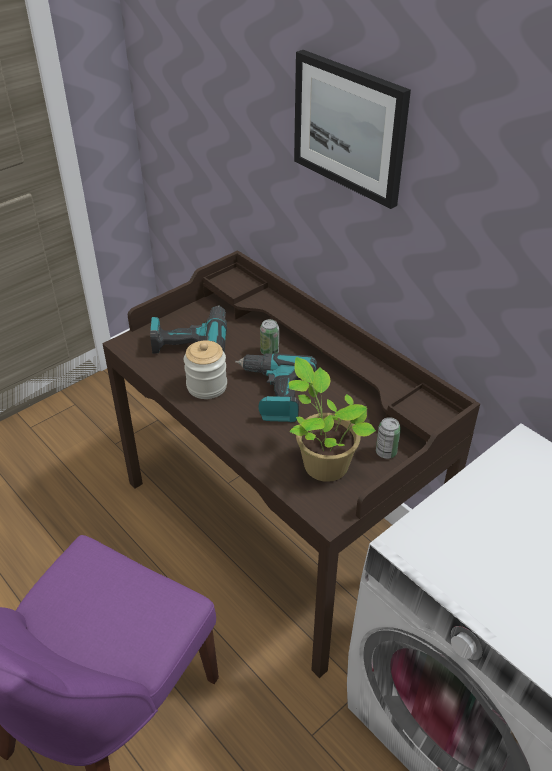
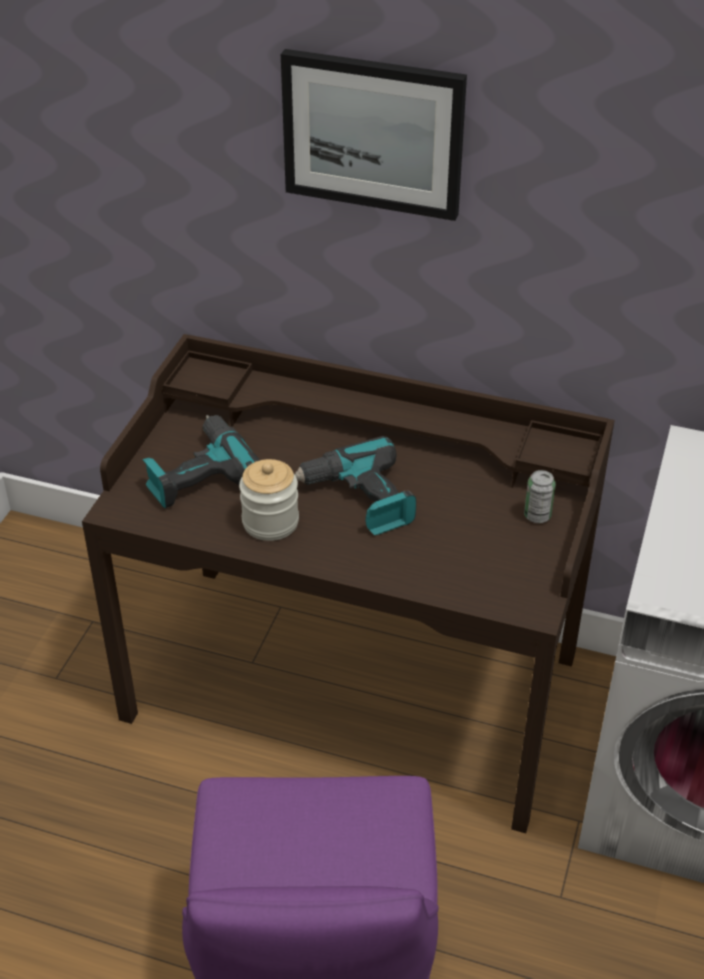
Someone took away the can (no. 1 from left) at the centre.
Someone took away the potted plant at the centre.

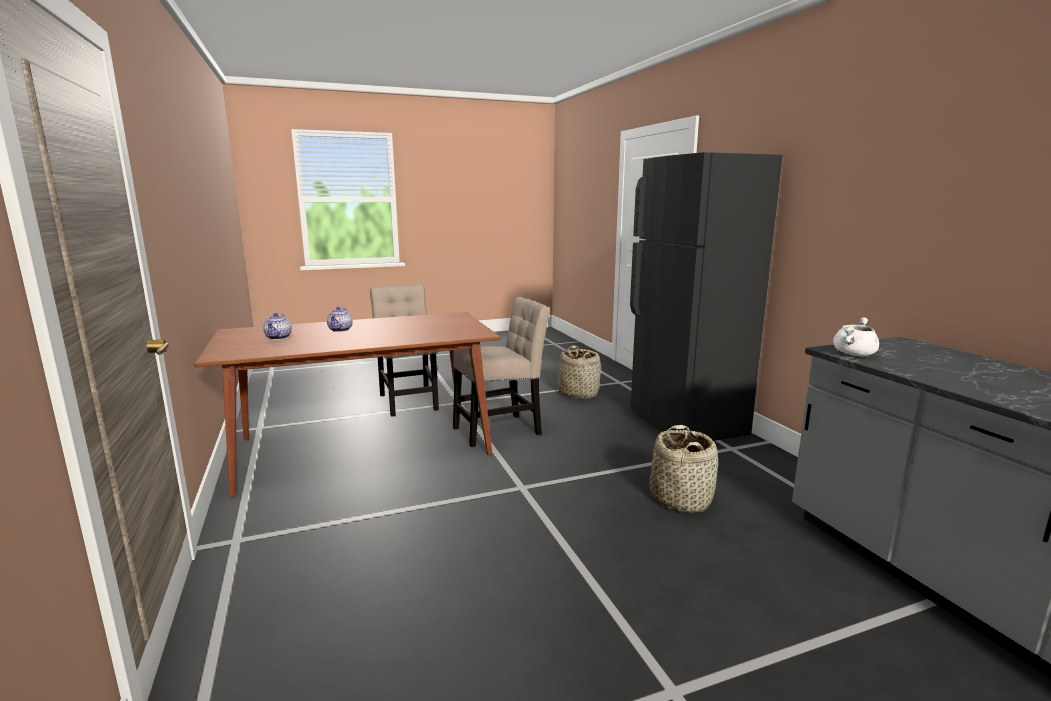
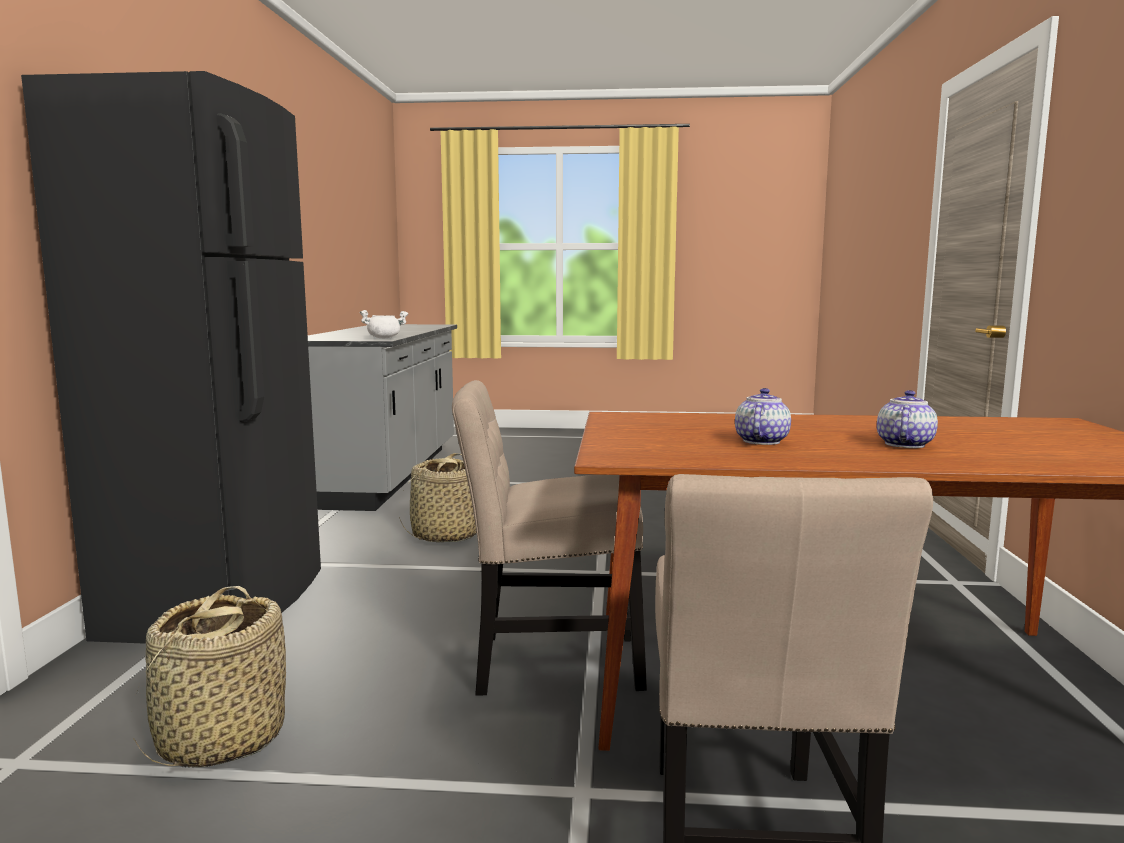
Someone carried the teapot (no. 1 from left) from the middle left to the middle right.

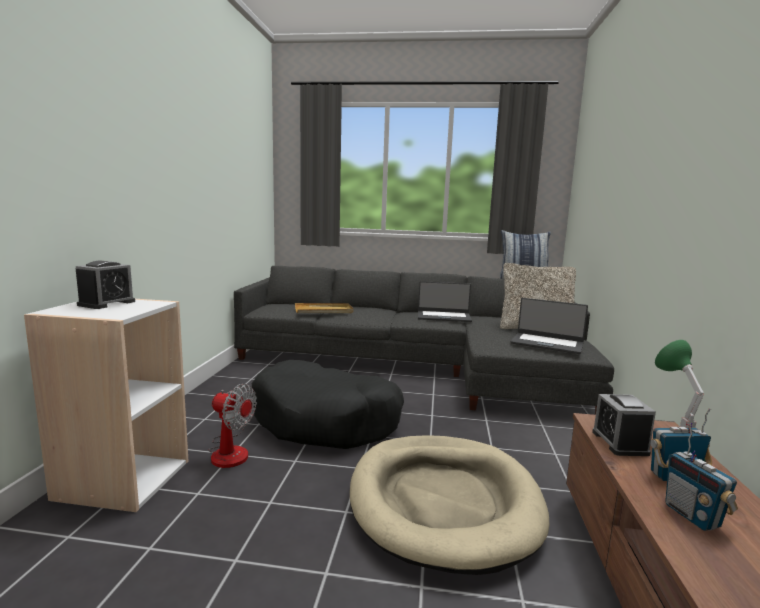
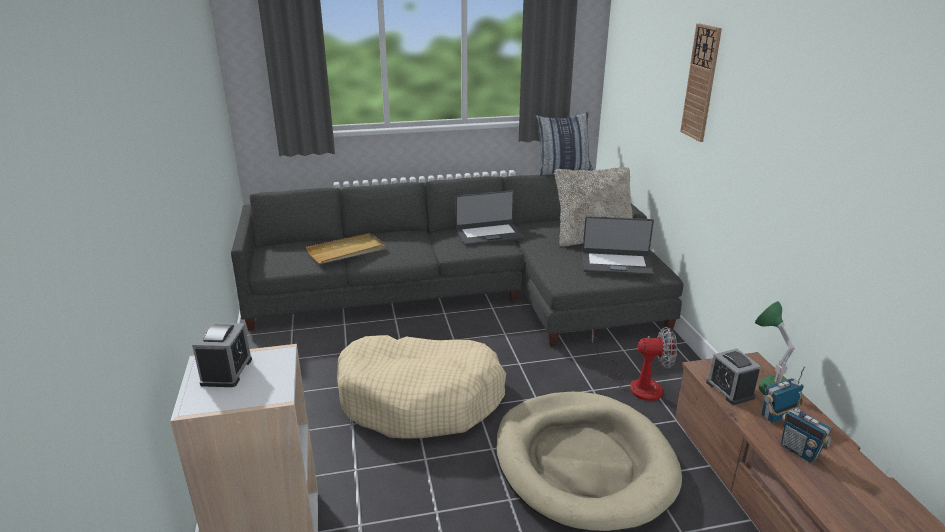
Someone repainted the dog bed (black) at the centre, which became the dog bed (beige) (no. 1 from left) at the bottom centre.
Someone carried the fan from the bottom left to the bottom right.
Someone put up the wall clock at the top right.

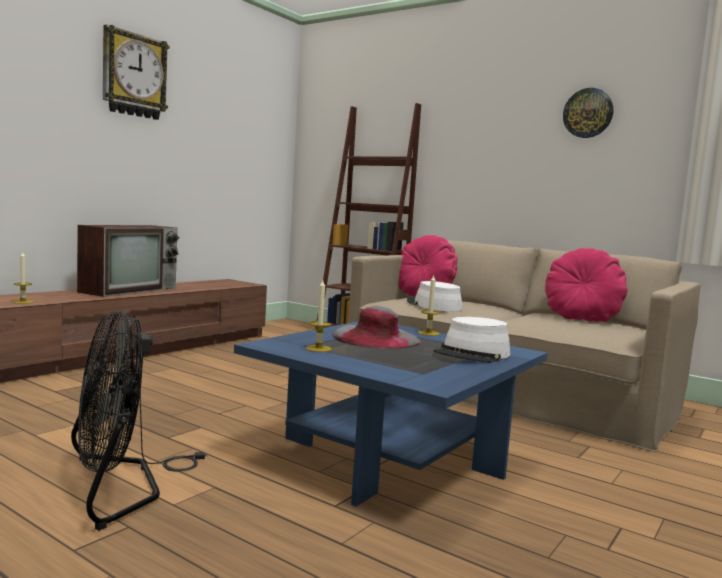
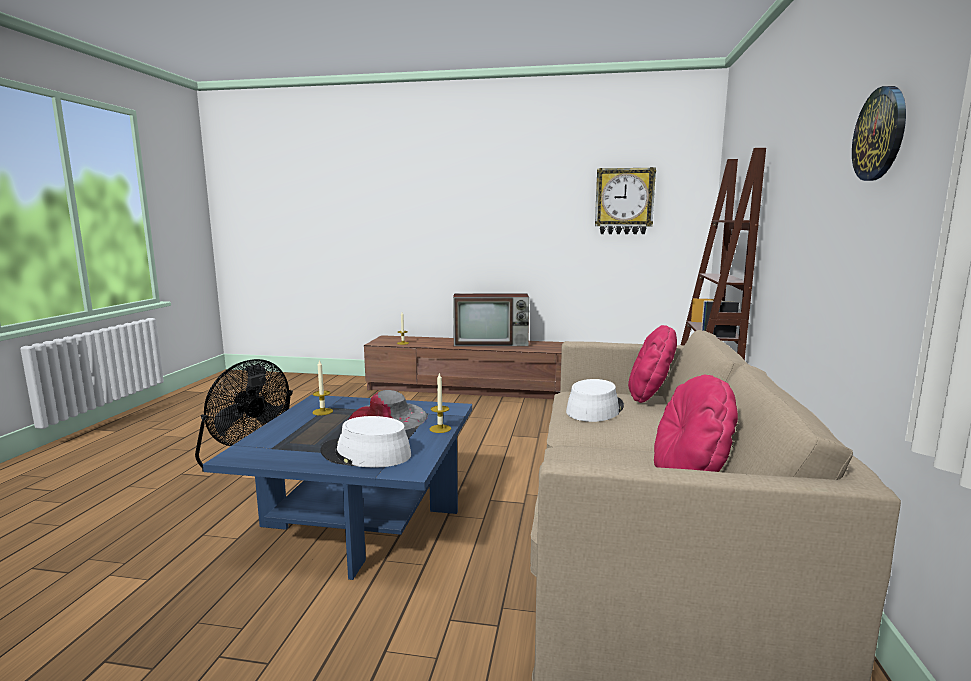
Someone carried the wall clock (no. 1 from left) from the top left to the top centre.

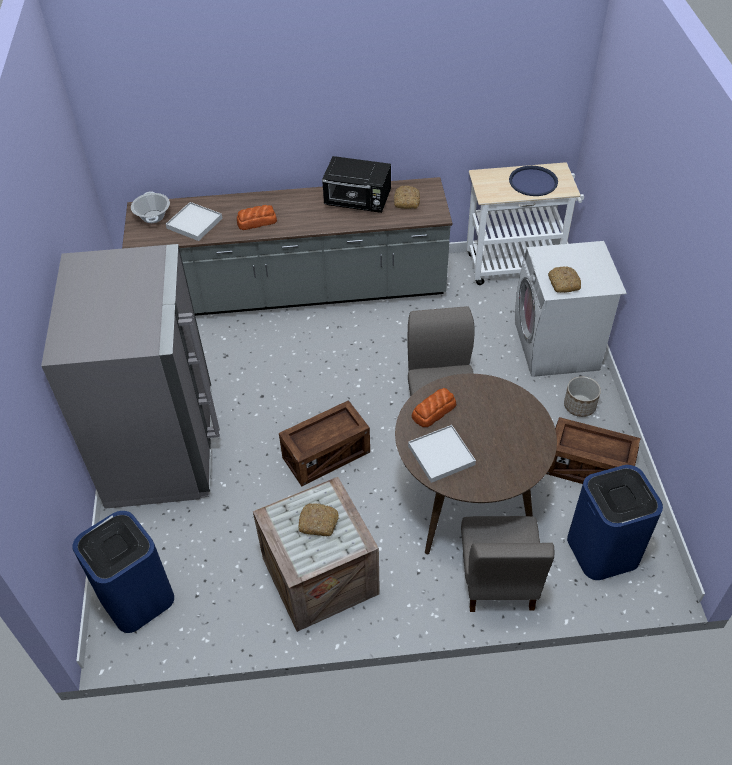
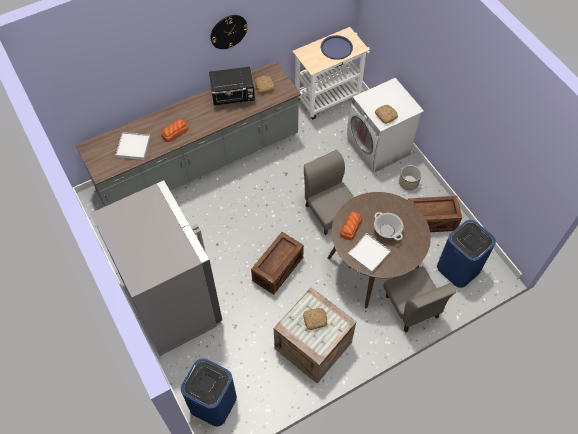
Someone carried the cooking pot from the top left to the middle right.
Someone put up the wall clock at the top centre.

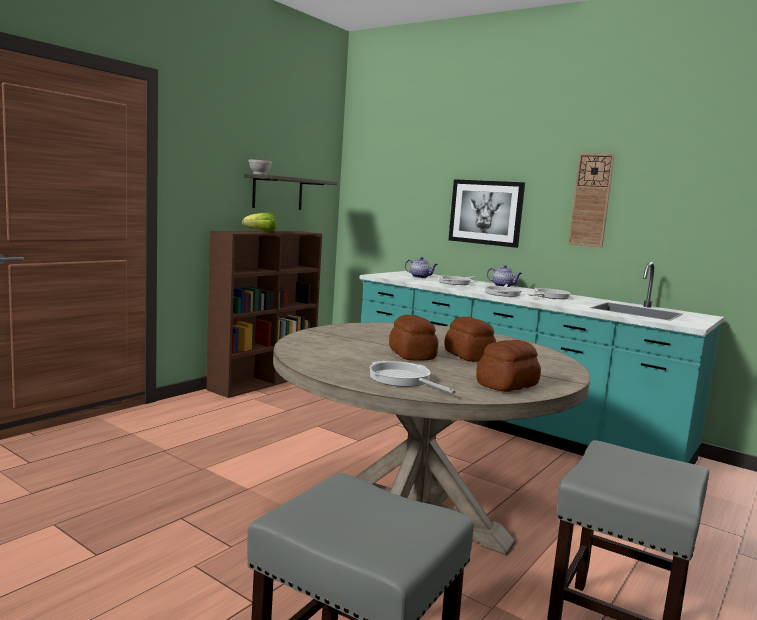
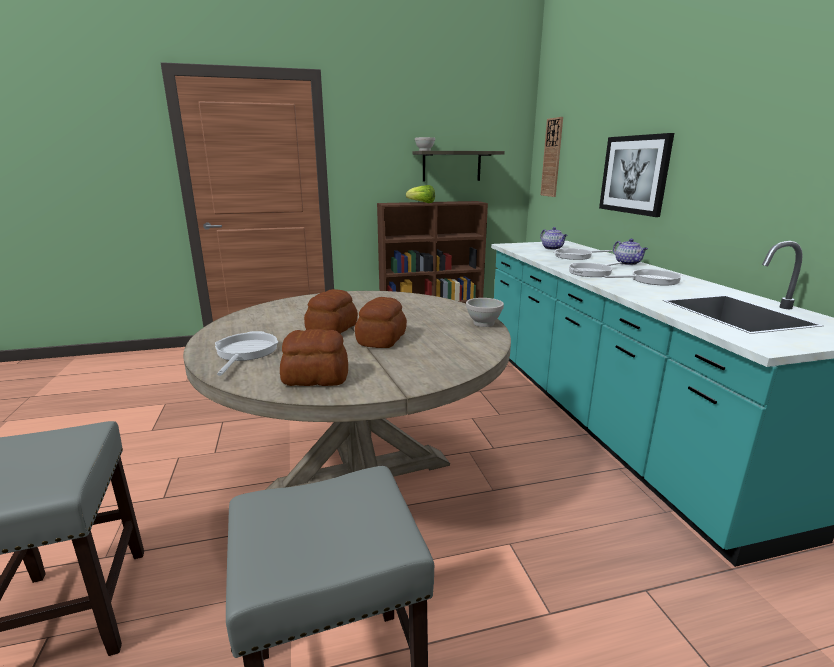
Someone carried the wall clock from the top right to the top centre.
Someone put down the bowl (white) (no. 2 from left) at the centre.

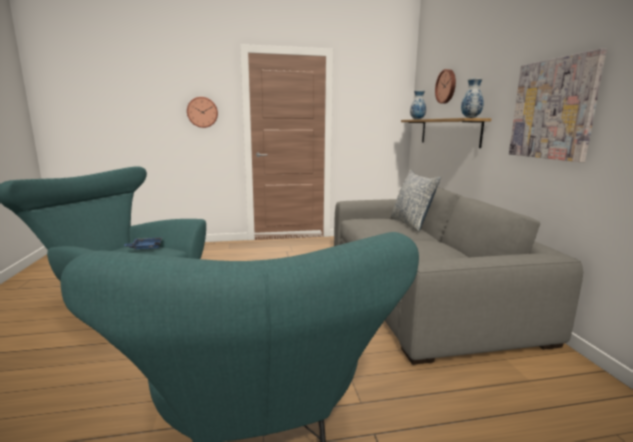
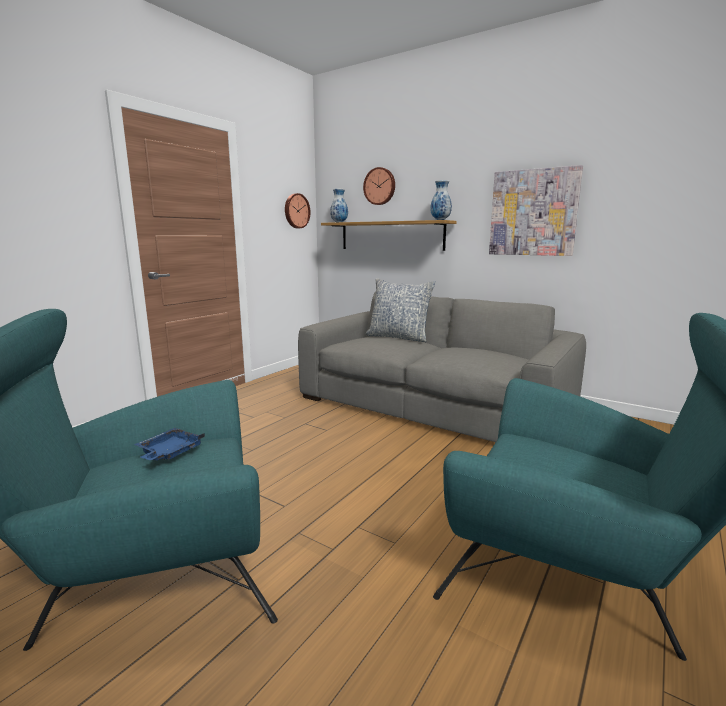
Someone carried the wall clock (no. 1 from left) from the top left to the top centre.

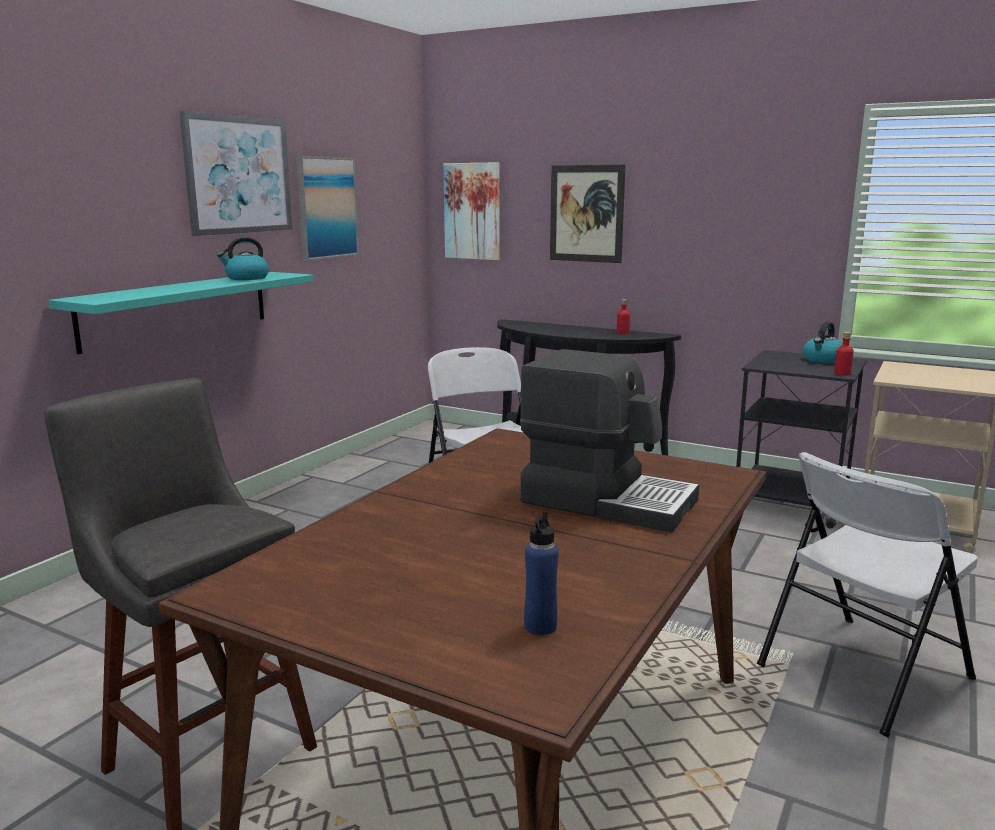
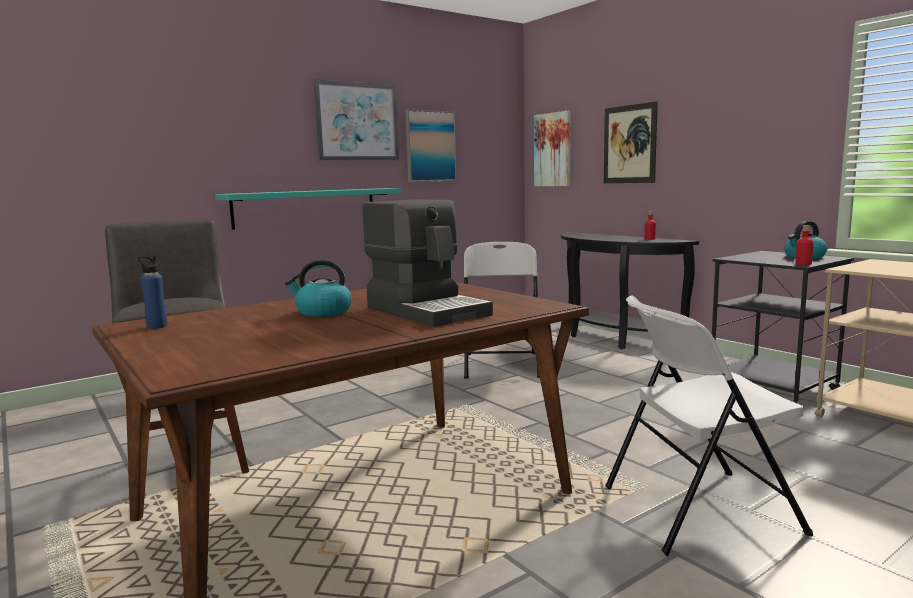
Someone carried the kettle (no. 1 from left) from the top left to the centre.
Someone carried the bottle (blue) from the bottom centre to the middle left.

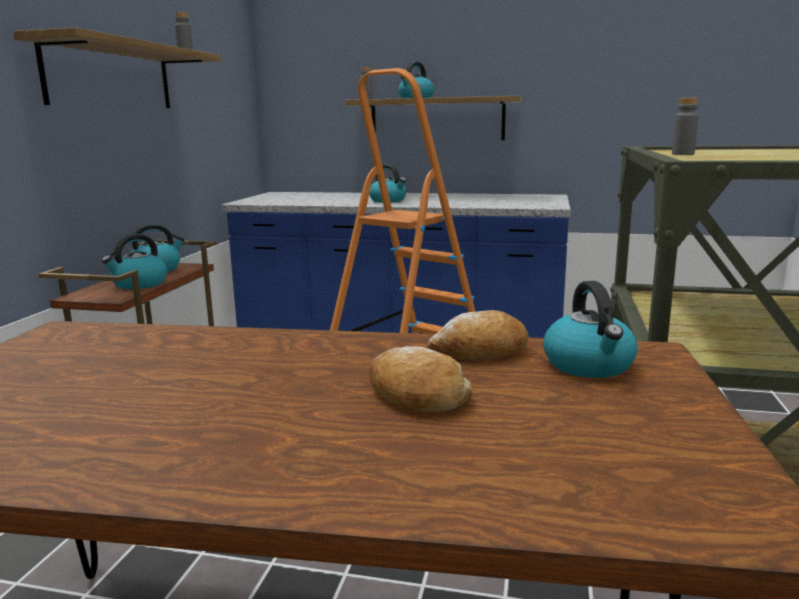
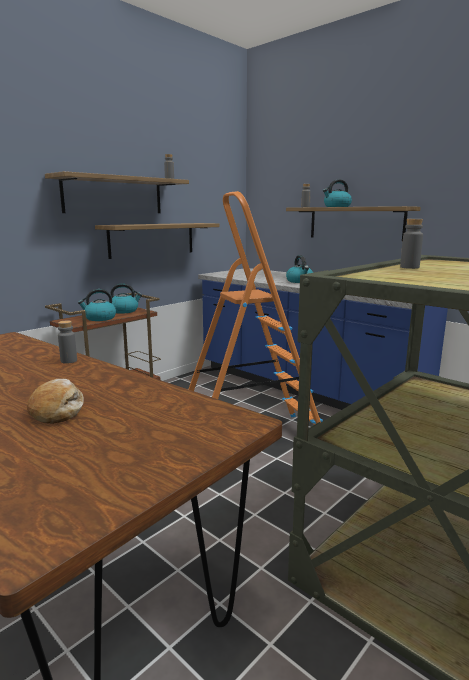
Someone took away the kettle (no. 5 from left) at the middle right.
Someone took away the bread (no. 2 from left) at the centre.
Someone put up the shelf (no. 2 from left) at the centre.
Someone put down the bottle (grey) (no. 1 from left) at the middle left.

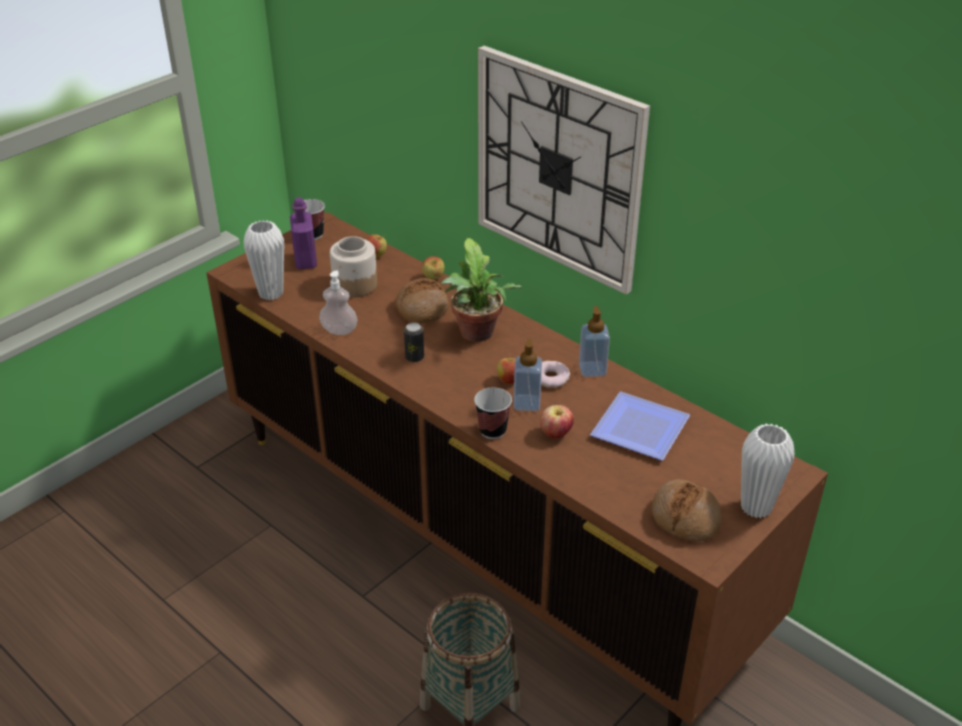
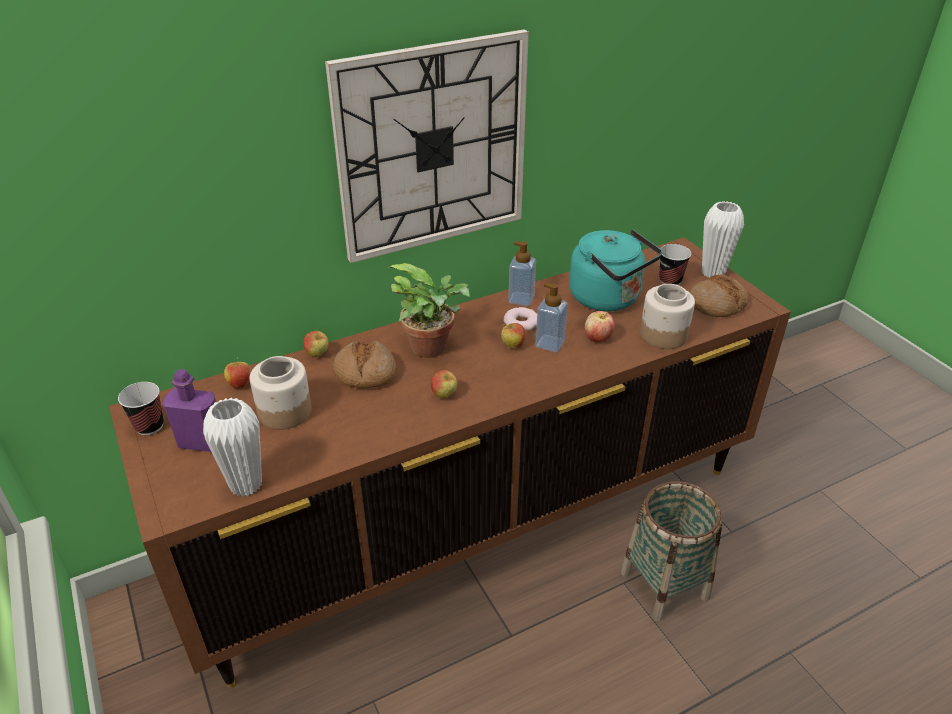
Someone took away the soap dispenser (no. 1 from left) at the centre.
Someone swapped the can at the centre for the apple (no. 3 from left) at the centre.
Someone carried the cup (no. 2 from left) from the centre to the middle right.
Someone swapped the plate at the centre for the kettle (turquoise) at the centre.
Someone put down the jar (no. 2 from left) at the middle right.

